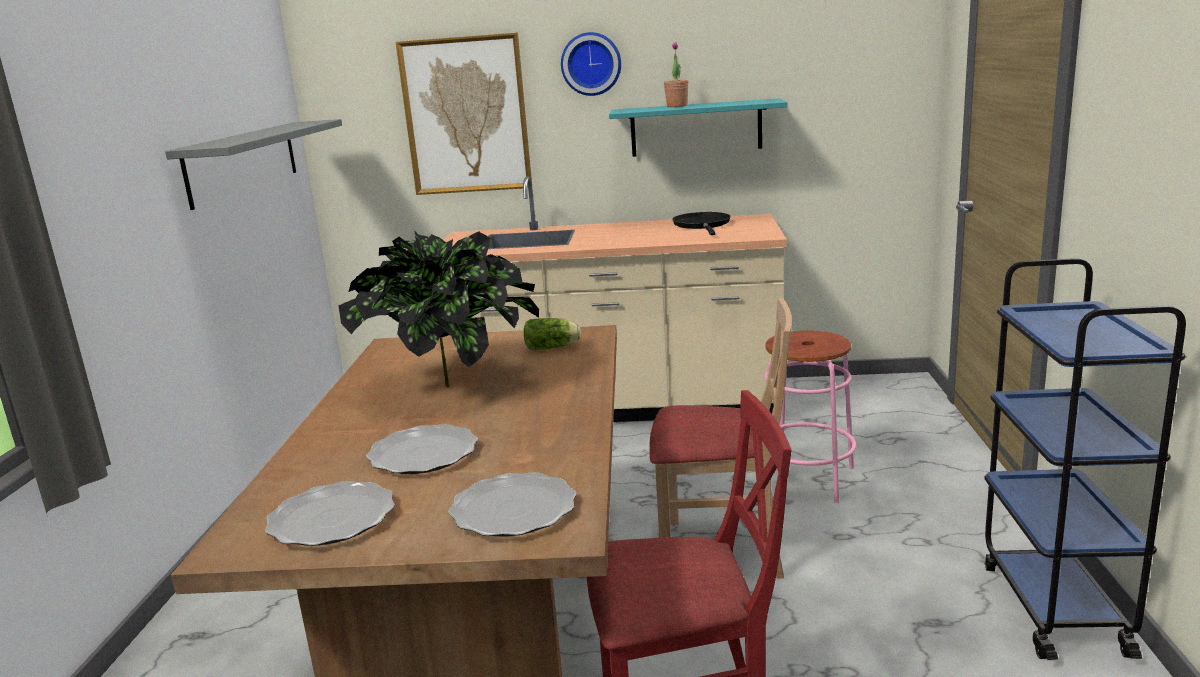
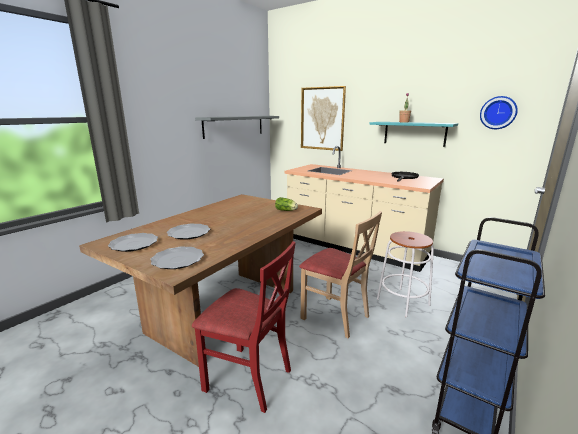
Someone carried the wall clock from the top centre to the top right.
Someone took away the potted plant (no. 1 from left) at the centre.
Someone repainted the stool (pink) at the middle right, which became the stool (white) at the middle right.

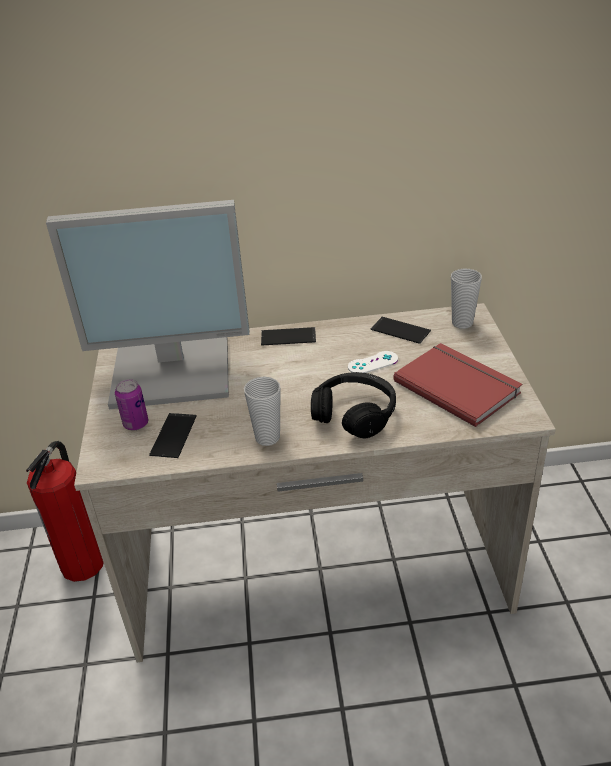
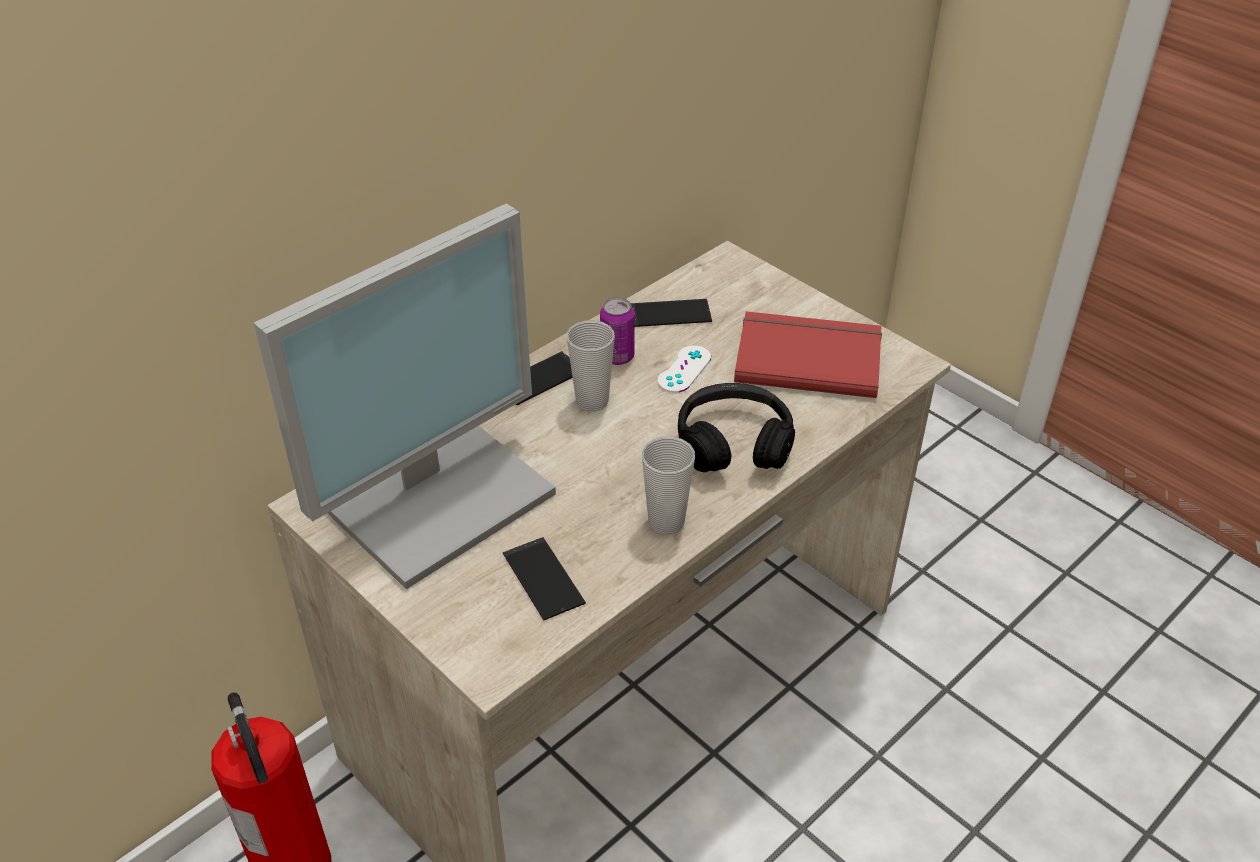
Someone carried the cup (no. 2 from left in the first image) from the middle right to the centre.
Someone carried the can from the middle left to the centre.

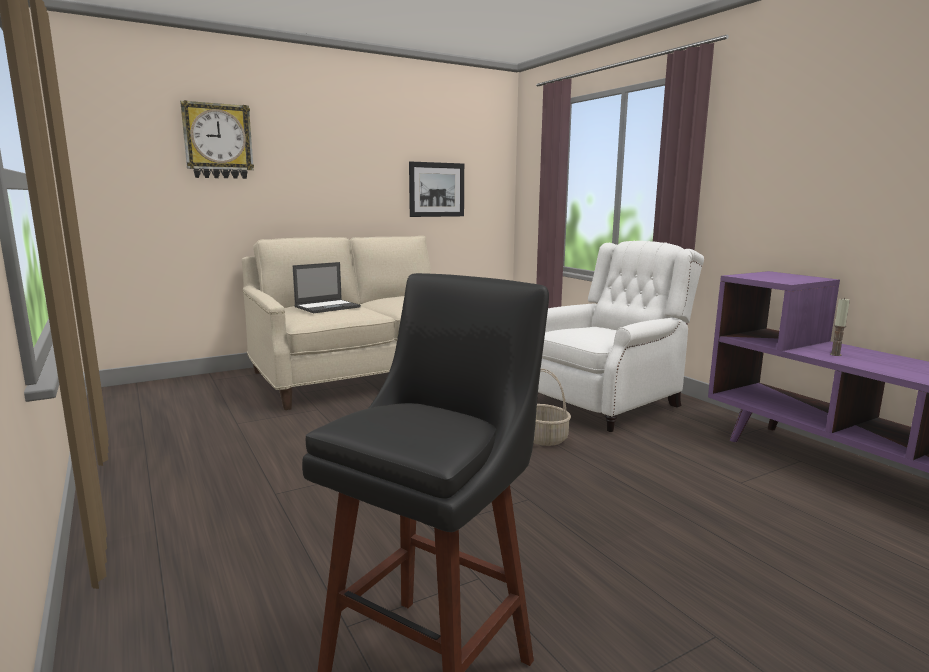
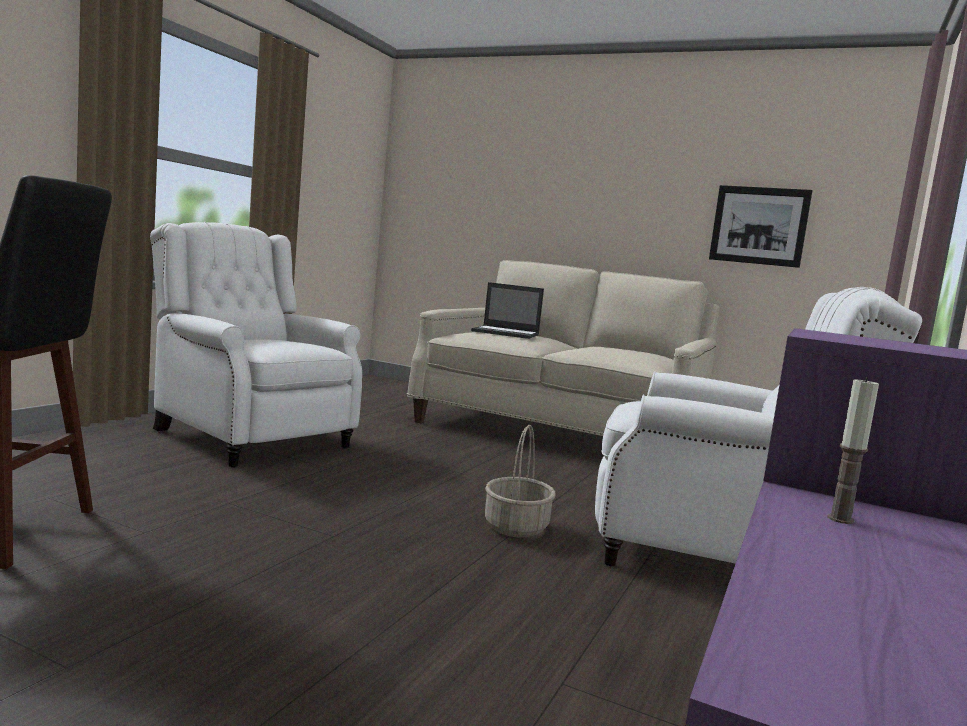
Someone took away the wall clock at the top left.
Someone put down the armchair (white) (no. 1 from left) at the middle left.

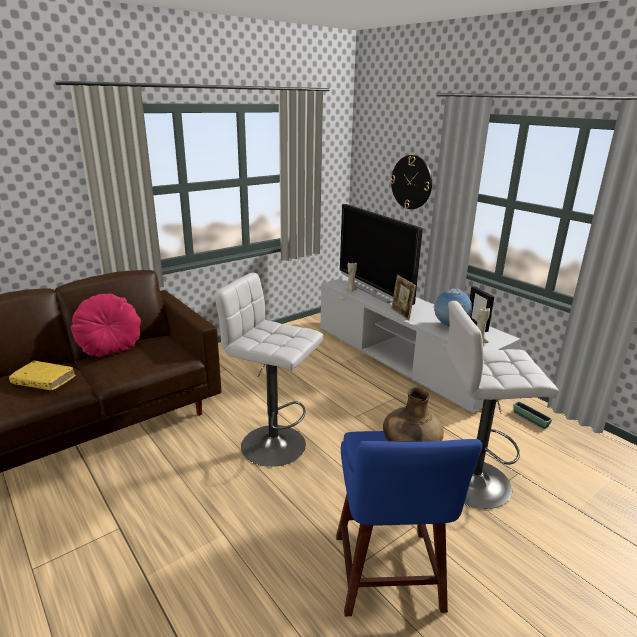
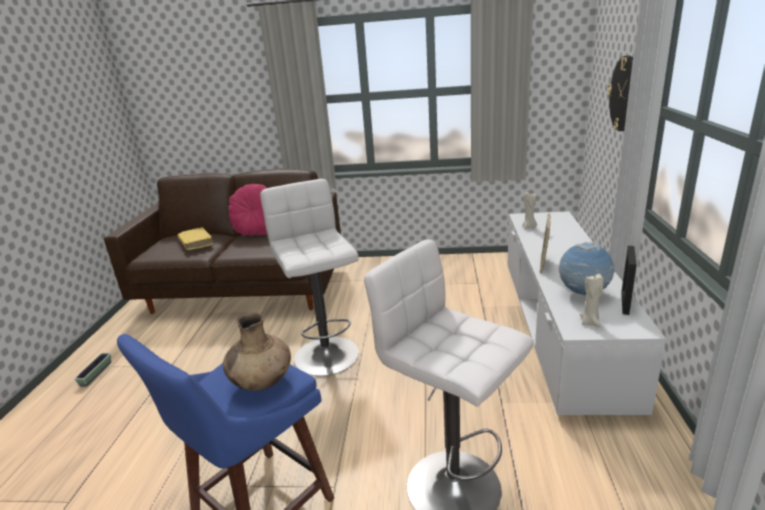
Someone took away the television at the centre.
Someone carried the planter from the middle right to the bottom left.

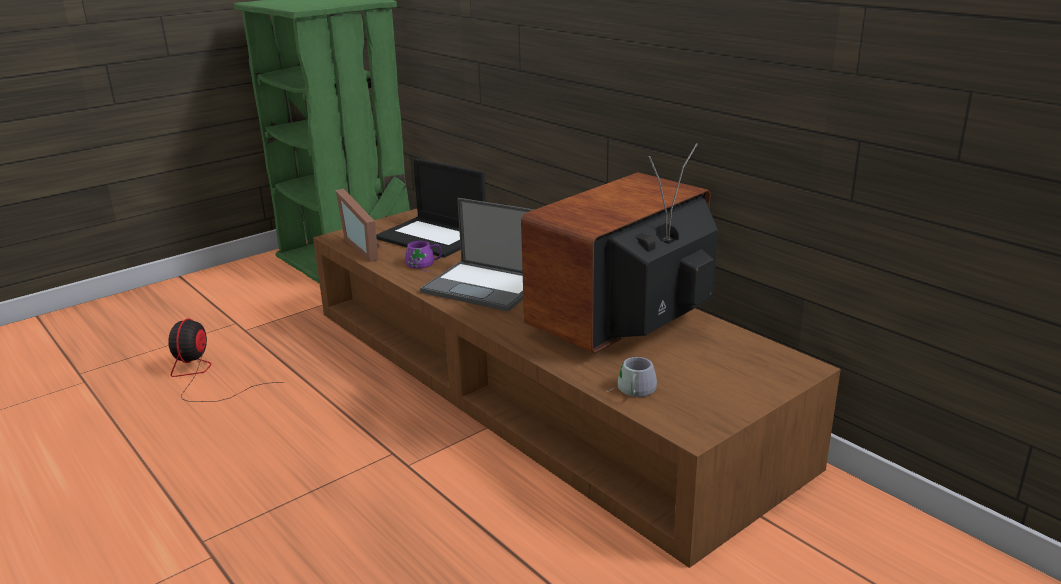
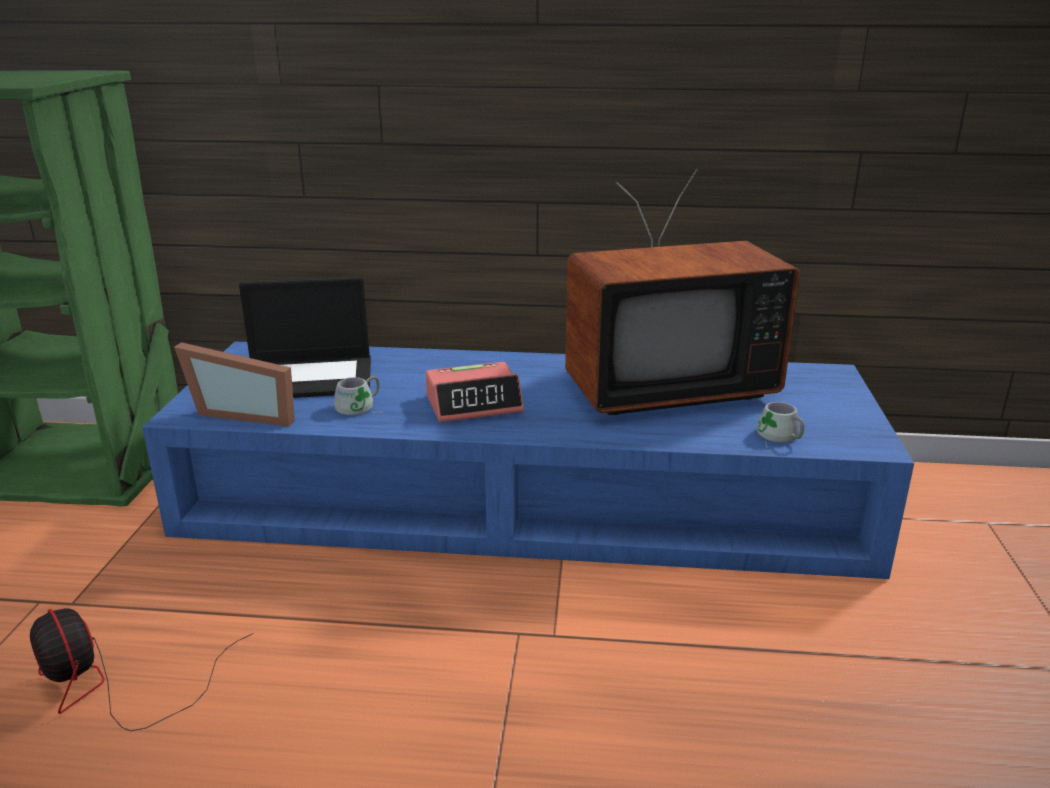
Someone rotated the television at the centre by 105 degrees counterclockwise.
Someone swapped the laptop (no. 2 from left) at the centre for the alarm clock at the centre.
Someone repainted the tv stand (brown) at the centre, which became the tv stand (blue) at the centre.
Someone repainted the mug (purple) at the centre, which became the mug (grey) (no. 1 from left) at the centre.

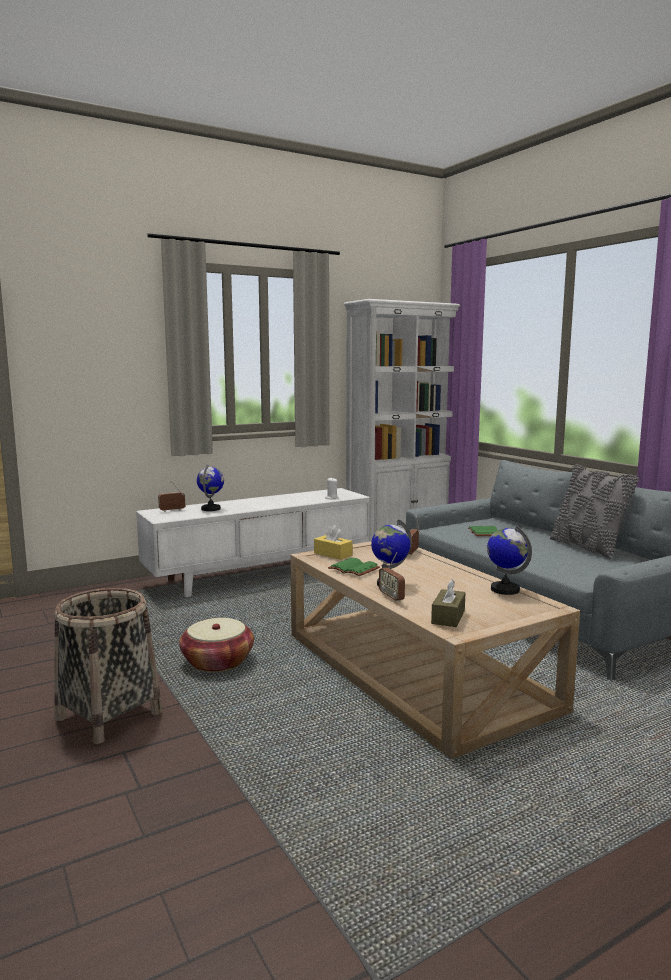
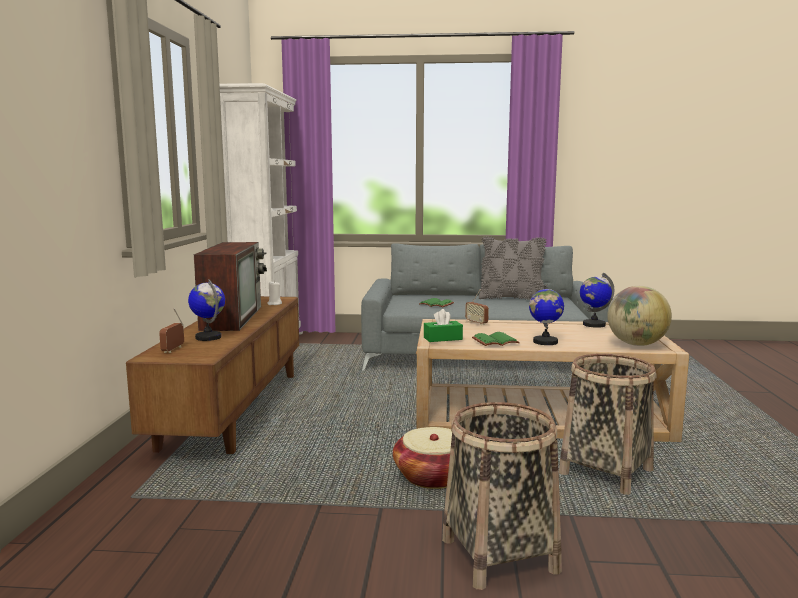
Someone repainted the tv stand (white) at the centre, which became the tv stand (brown) at the middle left.
Someone repainted the tissue box (yellow) at the centre, which became the tissue box (green) at the centre.
Someone took away the radio (no. 2 from left) at the centre.
Someone swapped the tissue box (brown) at the middle right for the globe (no. 4 from left) at the middle right.
Someone put down the television at the middle left.
Someone put down the basket (no. 3 from left) at the bottom right.

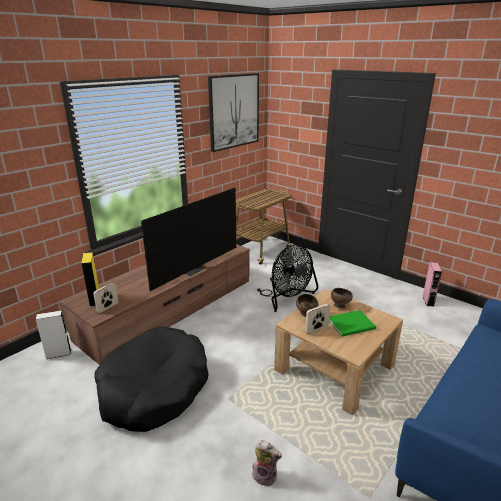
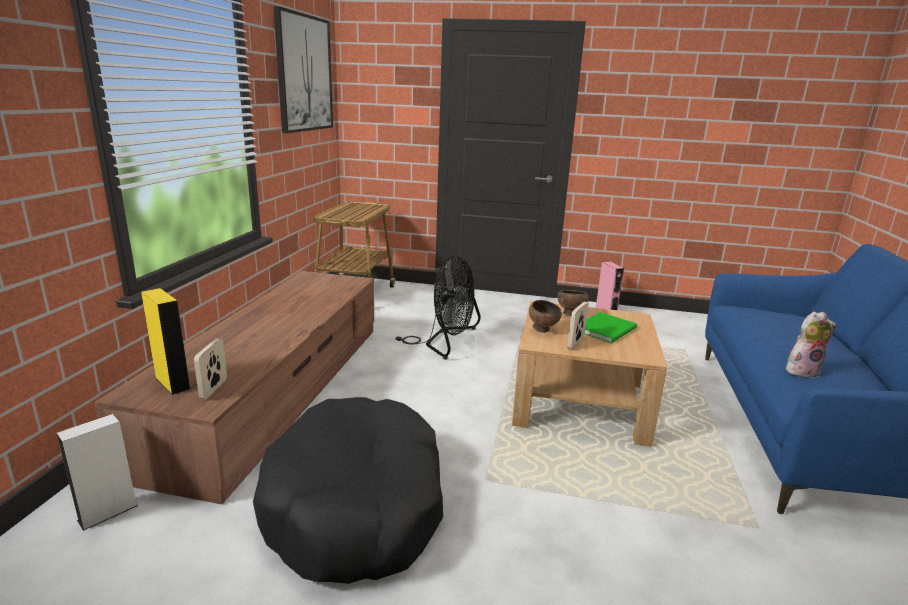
Someone took away the television at the centre.
Someone carried the plush toy from the bottom centre to the middle right.

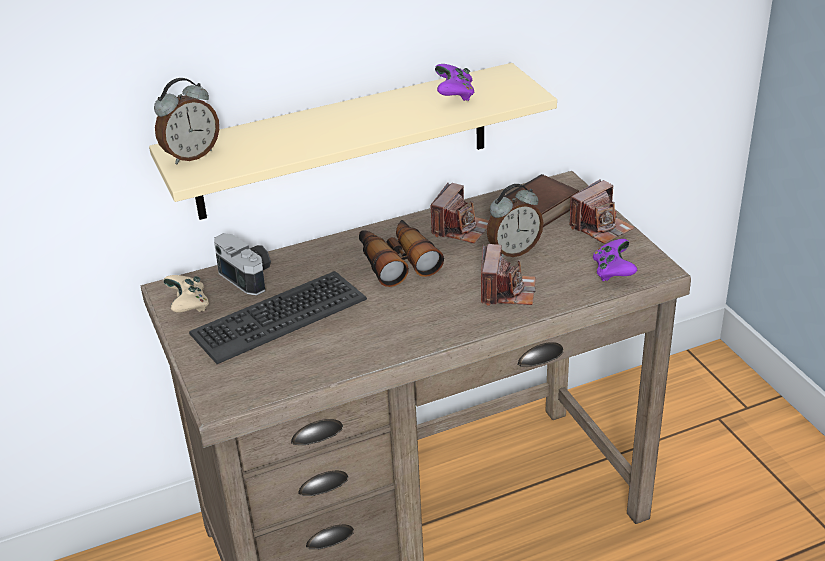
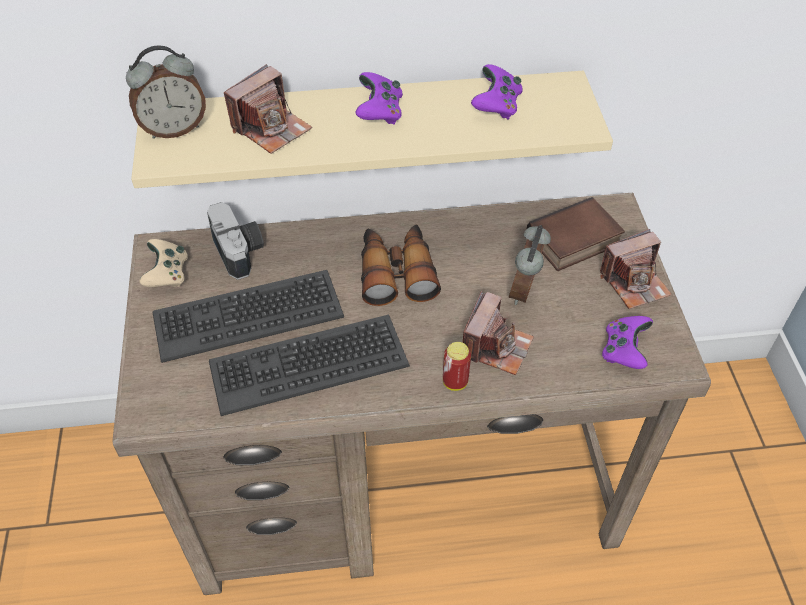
Someone carried the photo camera (no. 2 from left) from the centre to the top left.
Someone rotated the alarm clock (no. 2 from left) at the centre by 120 degrees clockwise.
Someone put down the game controller (purple) (no. 1 from left) at the top centre.
Someone put down the keyboard (no. 2 from left) at the centre.
Someone put down the can at the centre.

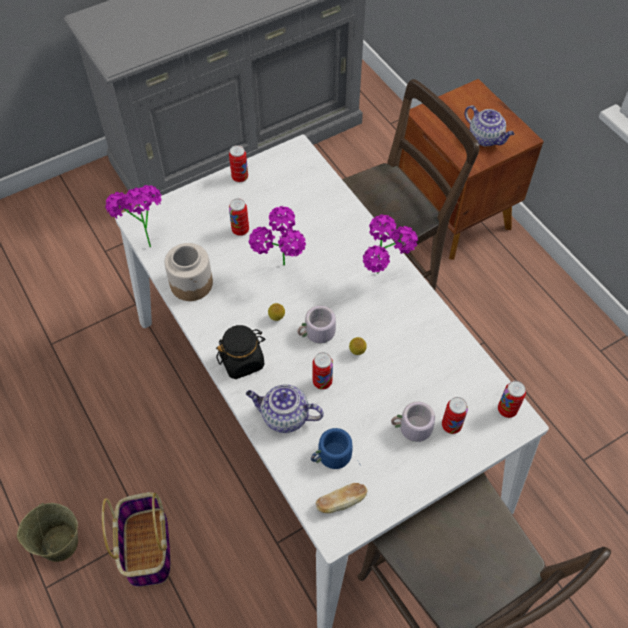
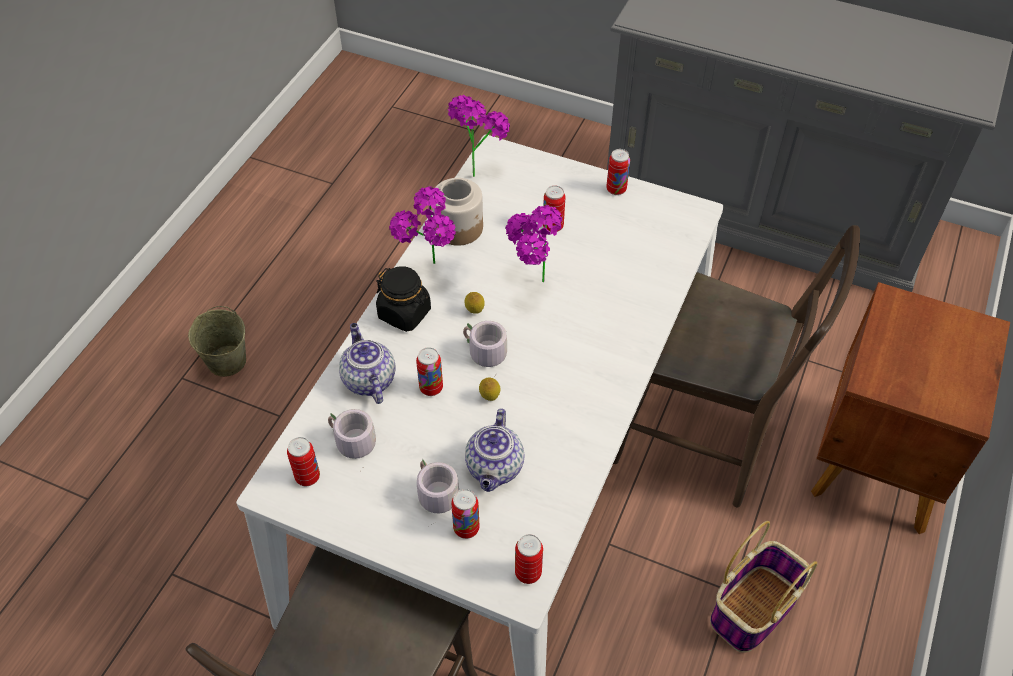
Someone carried the teapot (no. 2 from left) from the top right to the centre.
Someone carried the potted plant (no. 3 from left in the first image) from the centre to the top centre.
Someone repainted the mug (blue) at the bottom centre, which became the mug (grey) (no. 1 from left) at the centre.
Someone swapped the bread at the bottom centre for the can (no. 1 from left) at the bottom left.
Someone carried the basket from the bottom left to the bottom right.

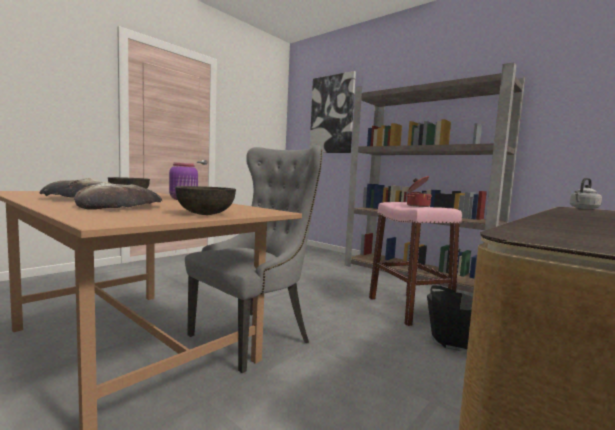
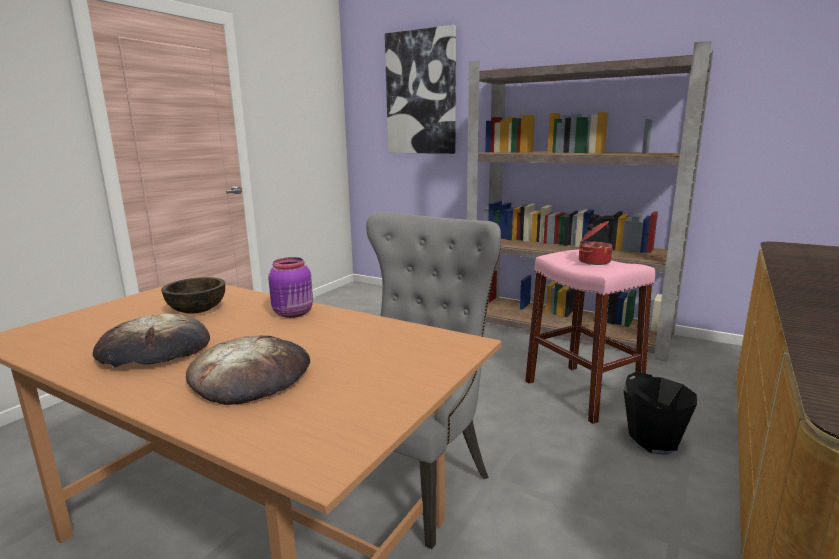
Someone took away the kettle (grey) at the middle right.
Someone took away the bowl (brown) (no. 2 from left) at the centre.

